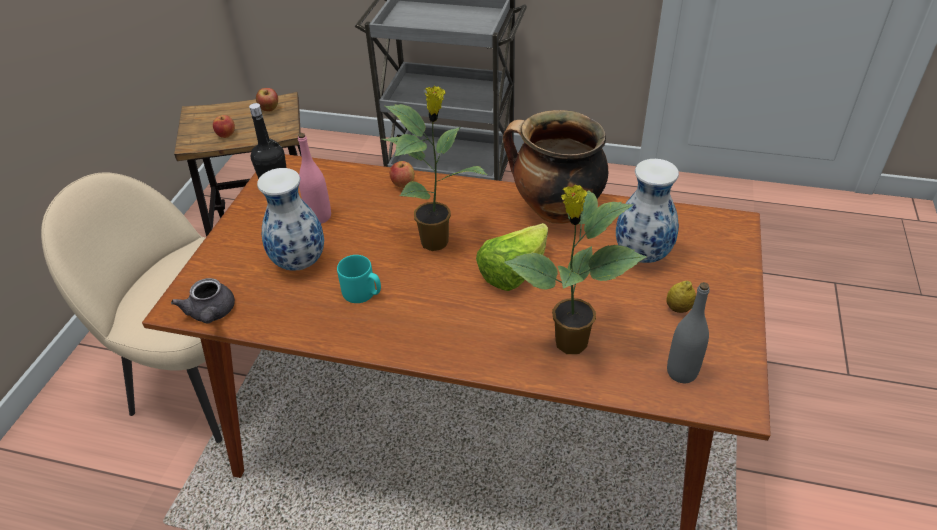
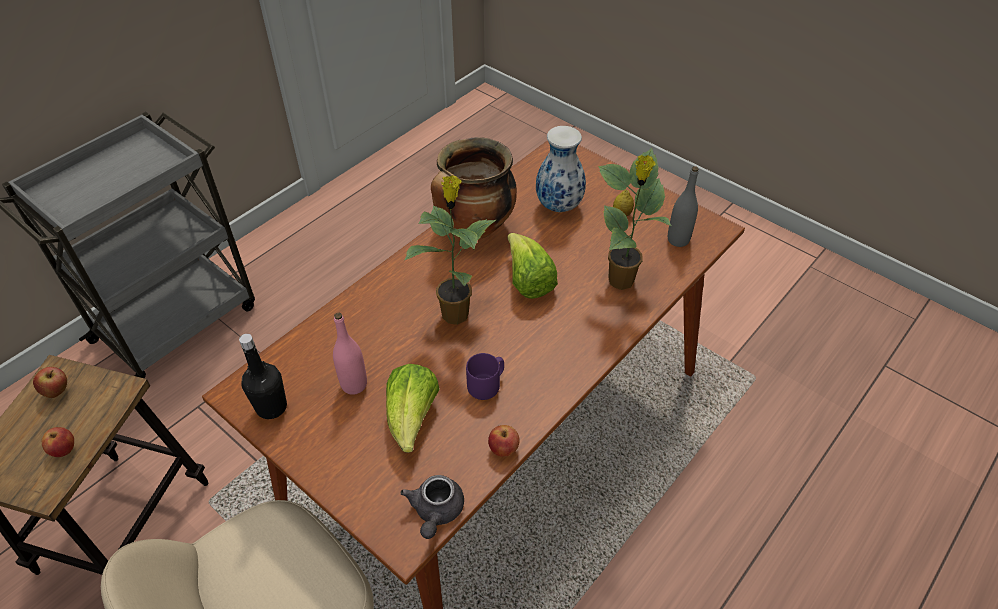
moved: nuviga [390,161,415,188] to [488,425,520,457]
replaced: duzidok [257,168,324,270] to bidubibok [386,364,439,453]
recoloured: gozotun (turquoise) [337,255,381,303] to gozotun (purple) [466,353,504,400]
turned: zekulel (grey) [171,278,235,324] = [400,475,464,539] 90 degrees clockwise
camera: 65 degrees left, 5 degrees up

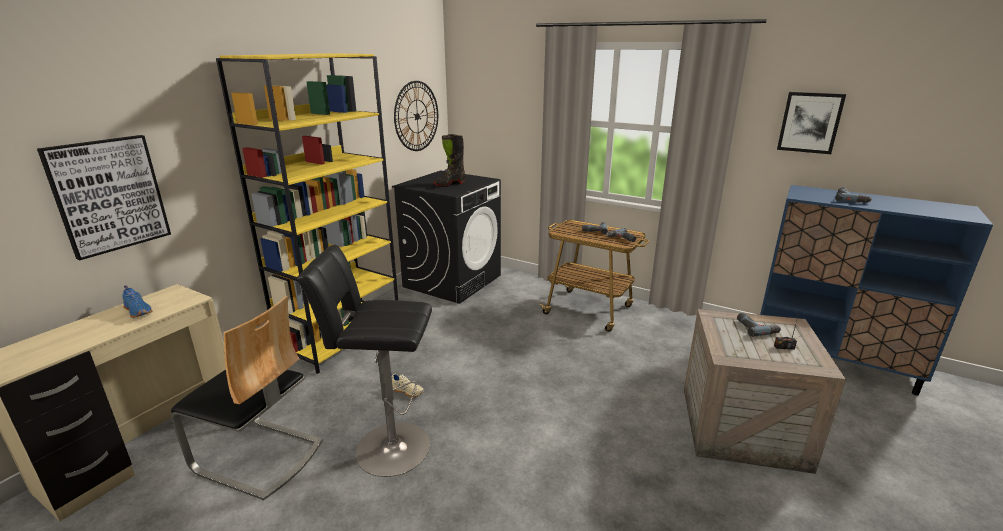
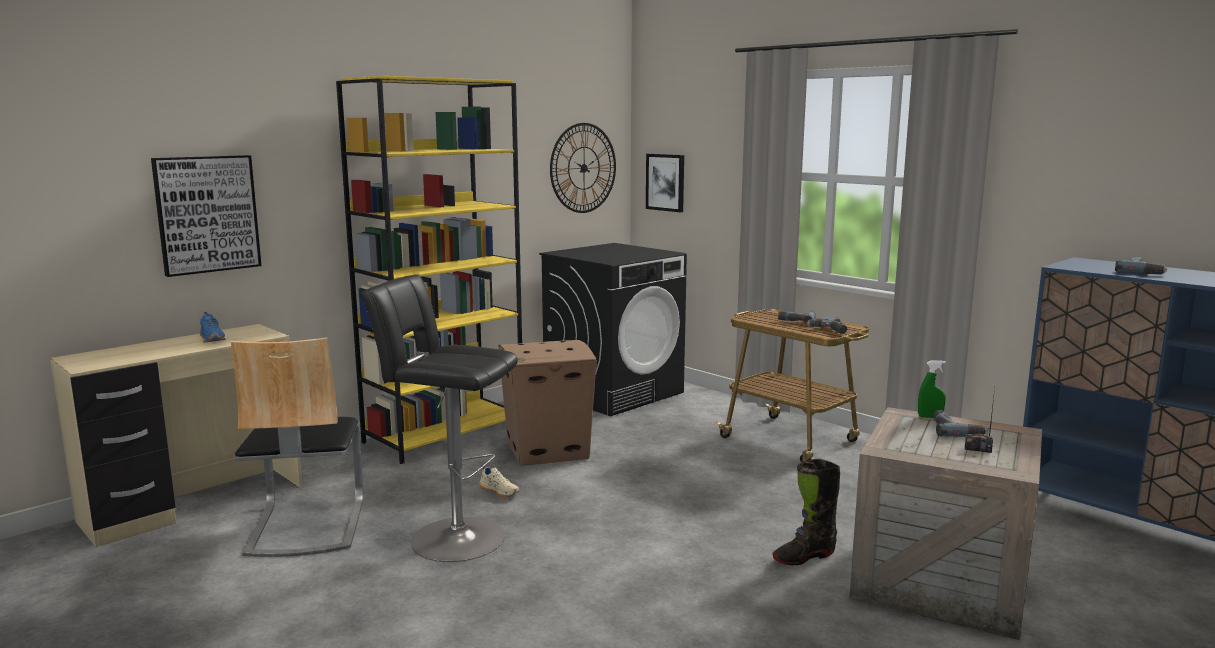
added: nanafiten [498,340,597,466]; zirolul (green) [918,360,946,418]
moved: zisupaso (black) [433,134,465,187] to [772,459,840,565]; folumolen [777,92,846,154] to [646,154,684,212]
turned: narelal [171,296,323,500] = [231,337,363,557] 45 degrees clockwise
camera: 15 degrees right, 10 degrees down

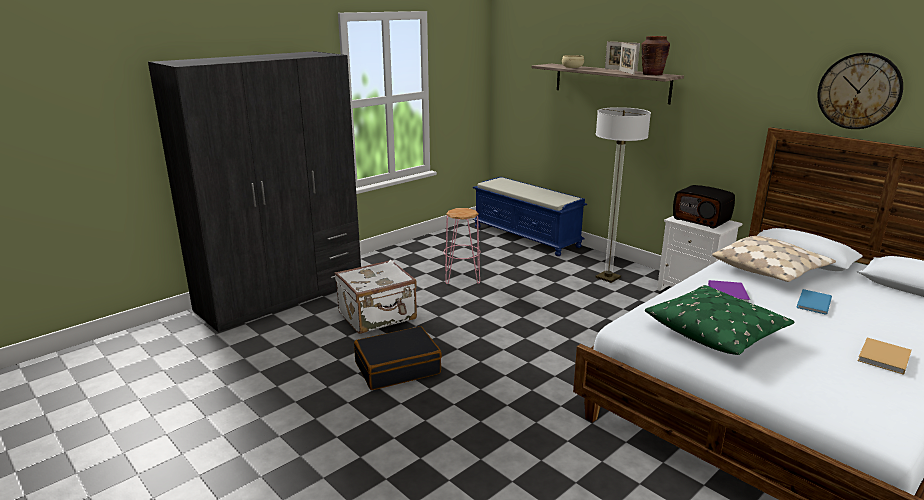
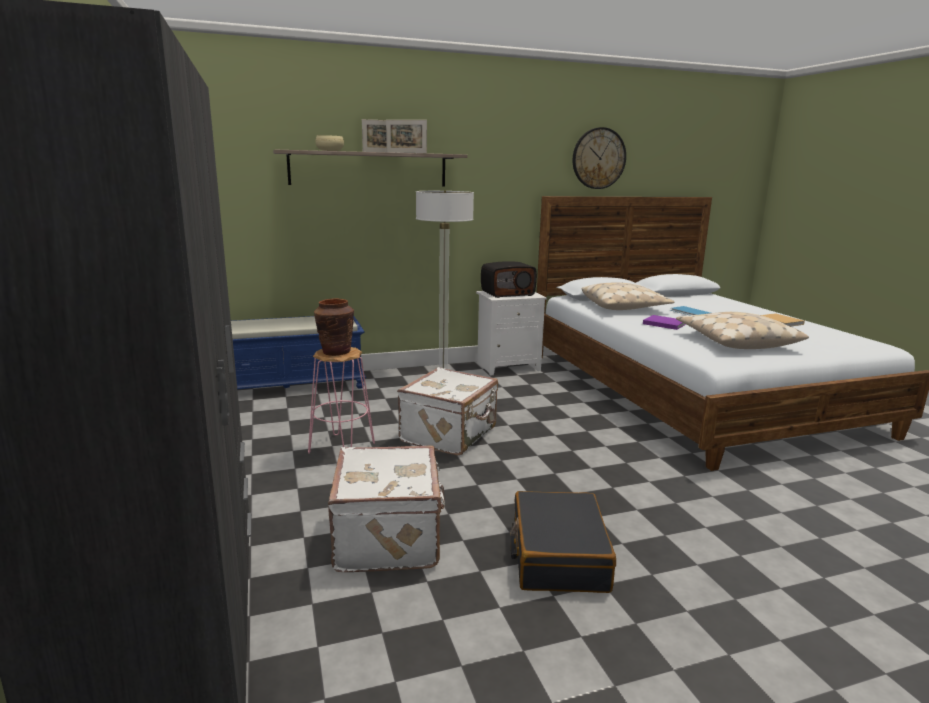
added: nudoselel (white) [397,367,498,456]
moved: duzidok (brown) [641,36,670,75] to [314,299,354,356]
recoloured: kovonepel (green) [645,285,794,355] to kovonepel (beige) [676,312,809,349]
camera: 65 degrees left, 5 degrees down

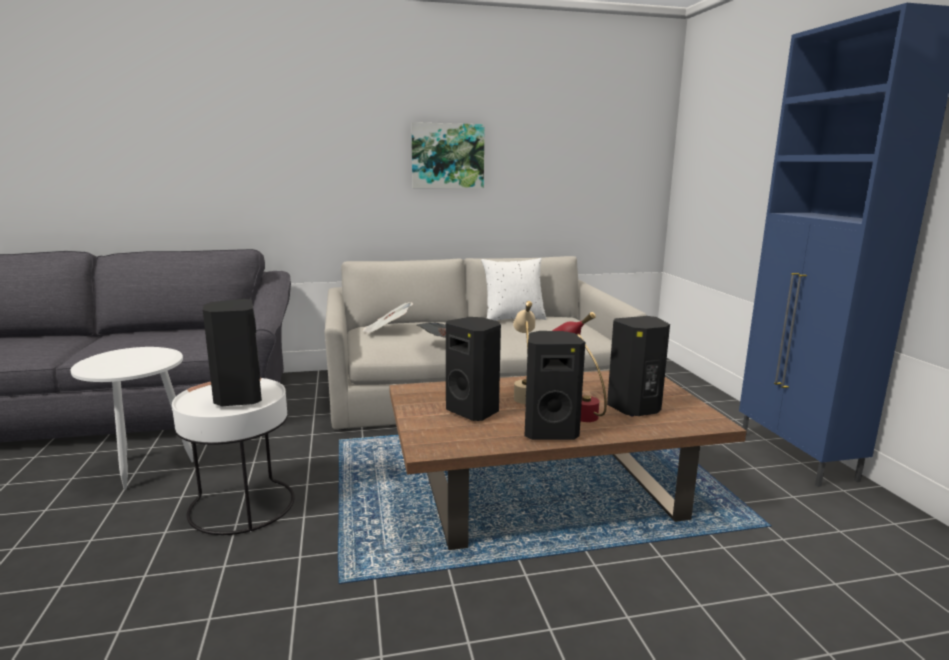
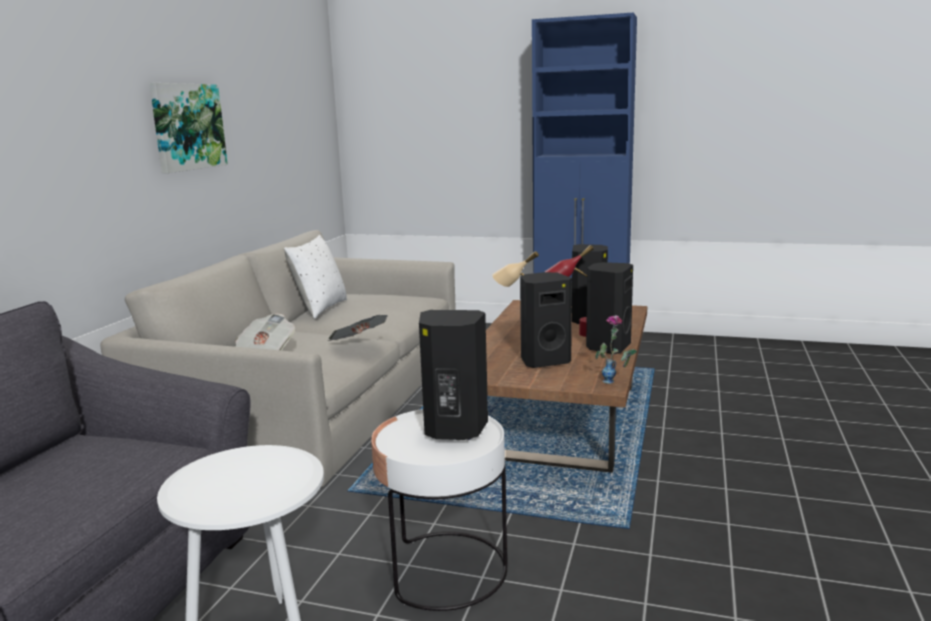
added: duzidok [595,315,637,384]
camera: 60 degrees left, 0 degrees up

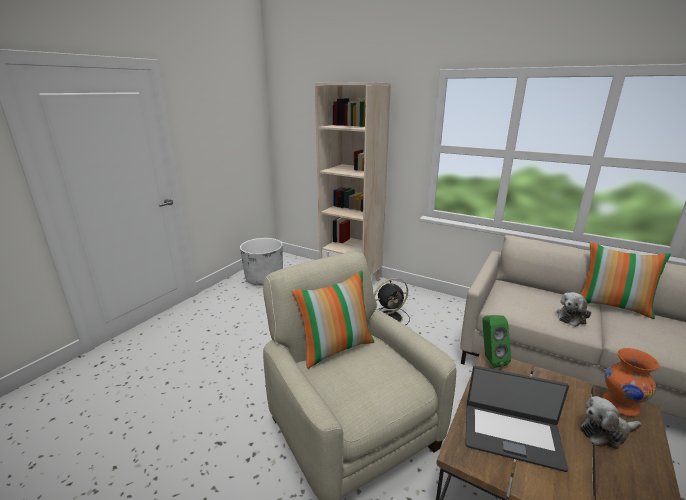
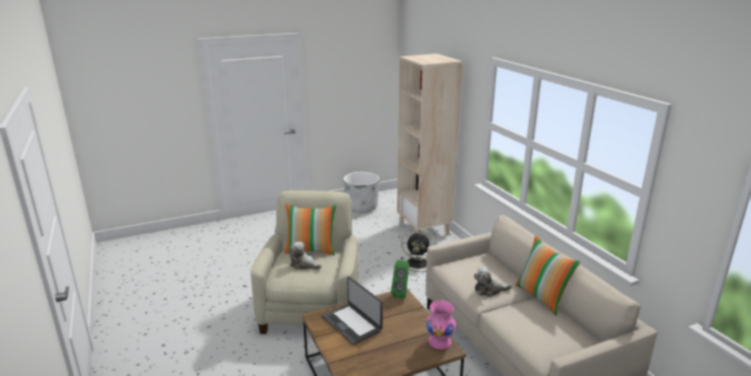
moved: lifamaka [580,396,641,449] to [288,241,321,270]
recoloured: duzidok (orange) [603,348,660,416] to duzidok (pink) [426,300,456,349]
camera: 35 degrees right, 0 degrees up

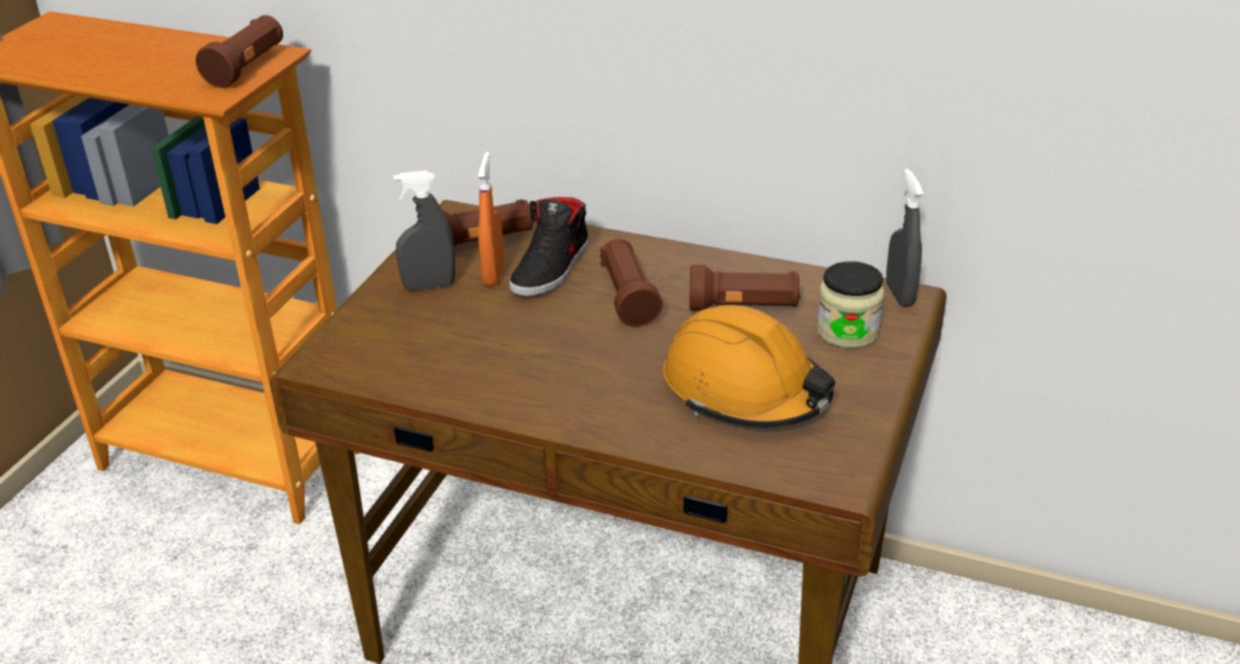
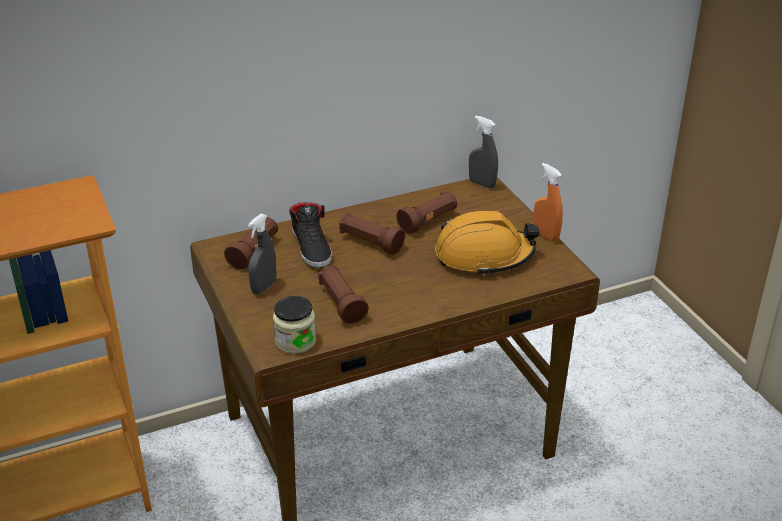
moved: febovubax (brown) [196,15,283,88] to [318,265,369,324]; zirolul (orange) [478,152,504,286] to [533,163,563,242]; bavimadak [817,261,885,348] to [273,296,316,354]
camera: 45 degrees left, 0 degrees up

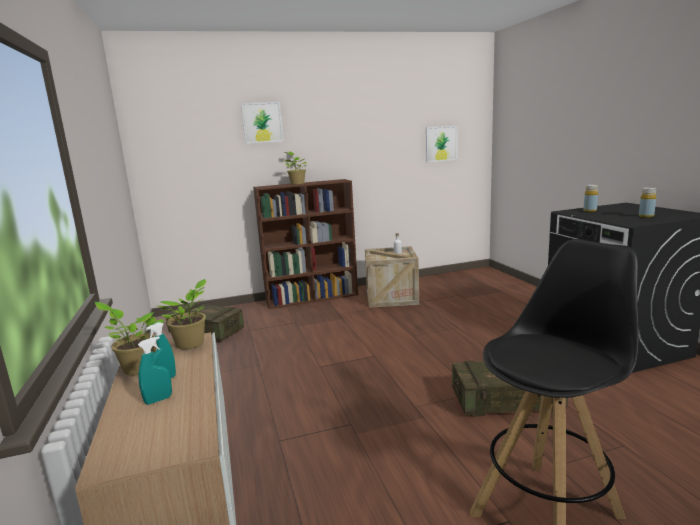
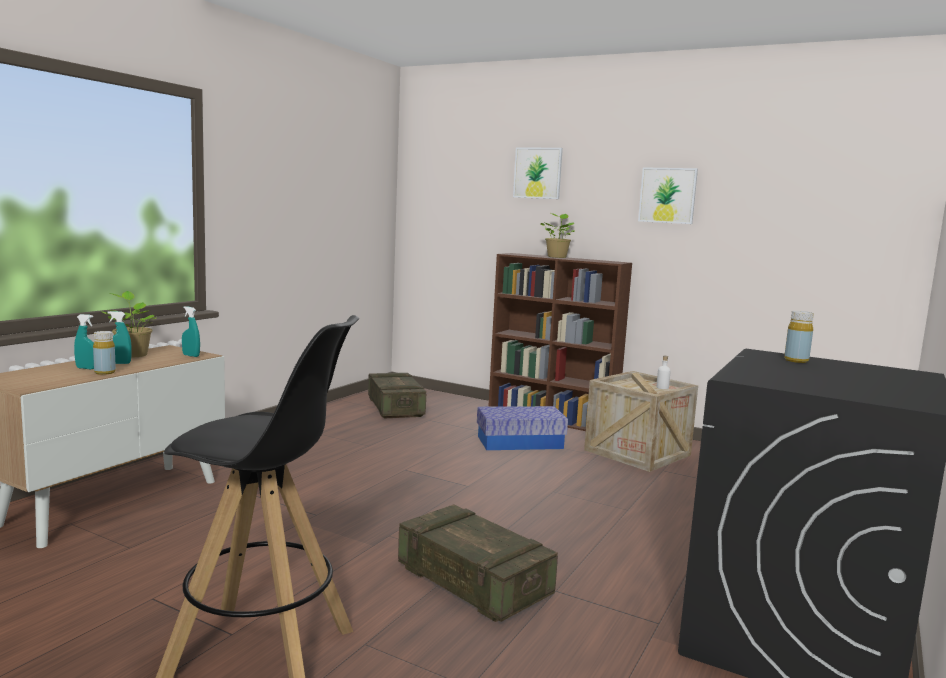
added: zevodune [477,406,568,450]
moved: folumolen [426,126,457,162] to [638,167,698,224]; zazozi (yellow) [639,187,656,218] to [93,331,116,375]
replaced: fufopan [158,279,206,349] to zirolul (turquoise) [182,306,200,357]
camera: 45 degrees right, 5 degrees down

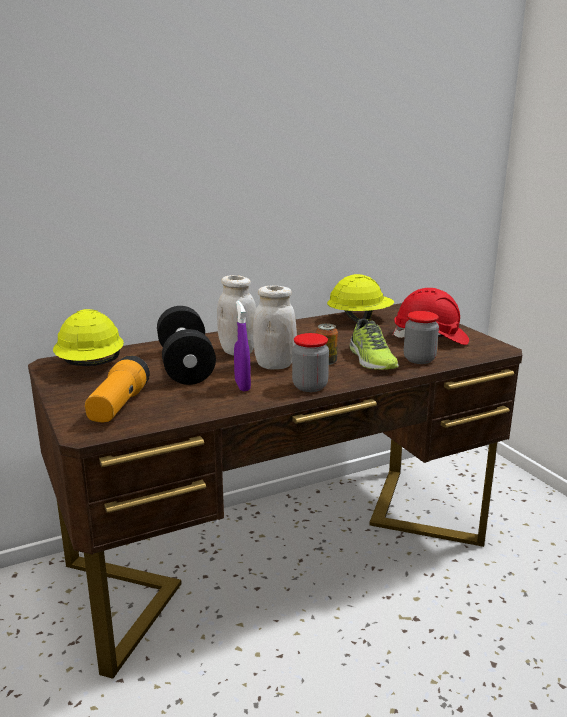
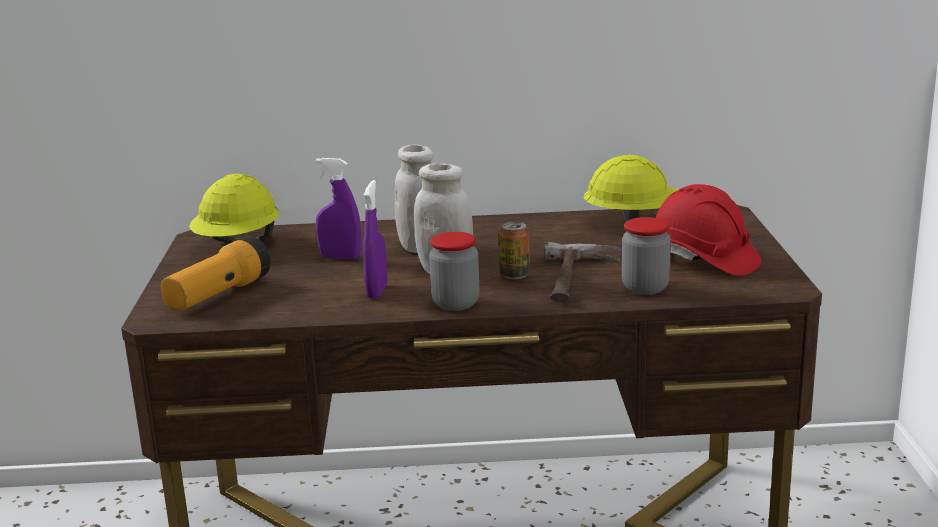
replaced: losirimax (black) [157,306,216,385] to zirolul (purple) [316,158,361,259]; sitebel [350,319,399,370] to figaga [545,242,621,302]
camera: 25 degrees right, 0 degrees up

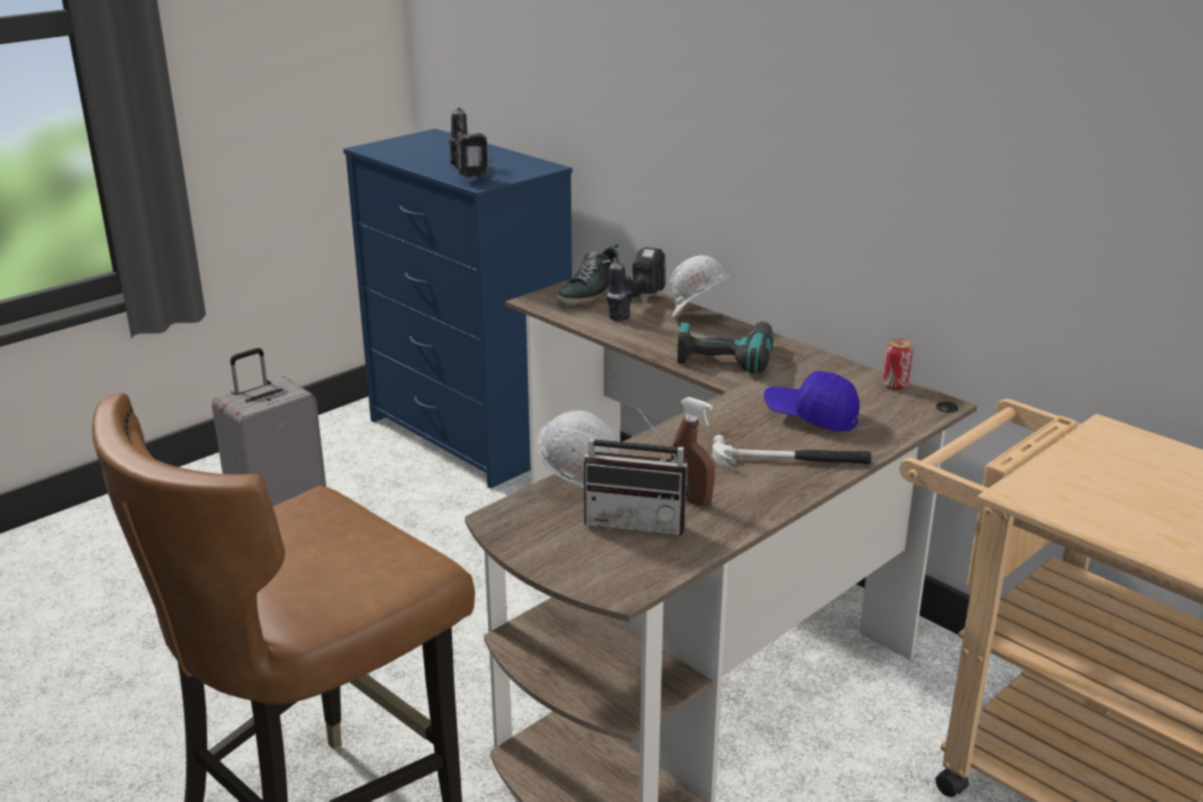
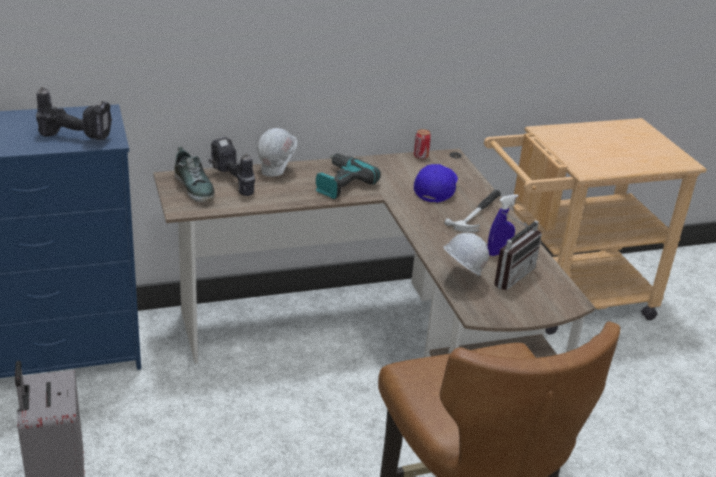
recoloured: zirolul (brown) [671,397,715,506] to zirolul (blue) [487,194,518,256]
turned: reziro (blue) [764,371,860,431] = [414,164,458,203] 150 degrees clockwise
camera: 65 degrees left, 5 degrees up

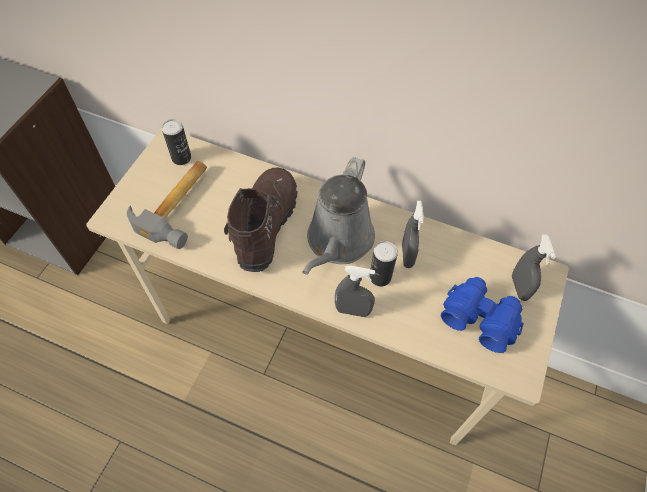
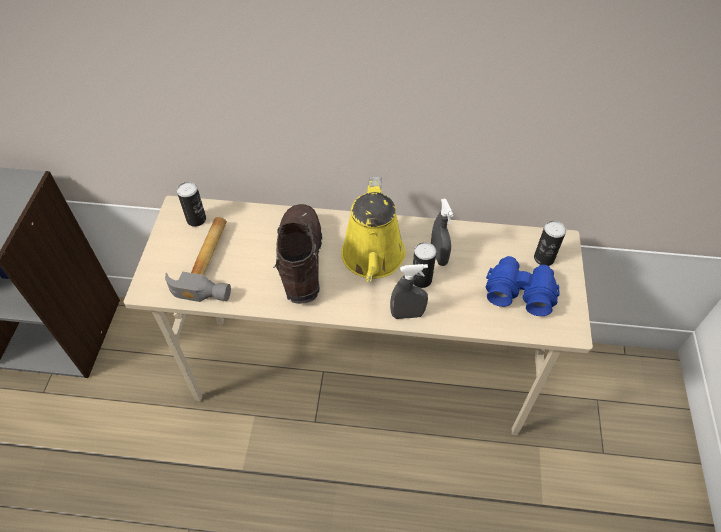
replaced: zirolul (grey) [512,234,556,301] to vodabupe [534,221,566,266]
recoloured: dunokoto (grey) [302,157,375,275] to dunokoto (yellow) [341,177,406,282]
camera: 15 degrees left, 5 degrees down

